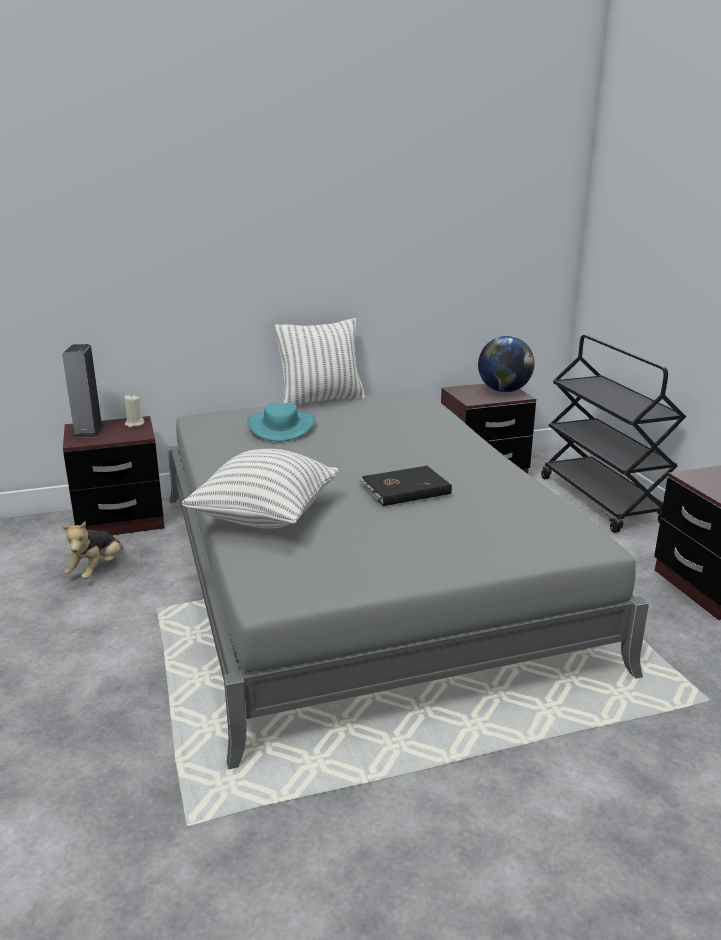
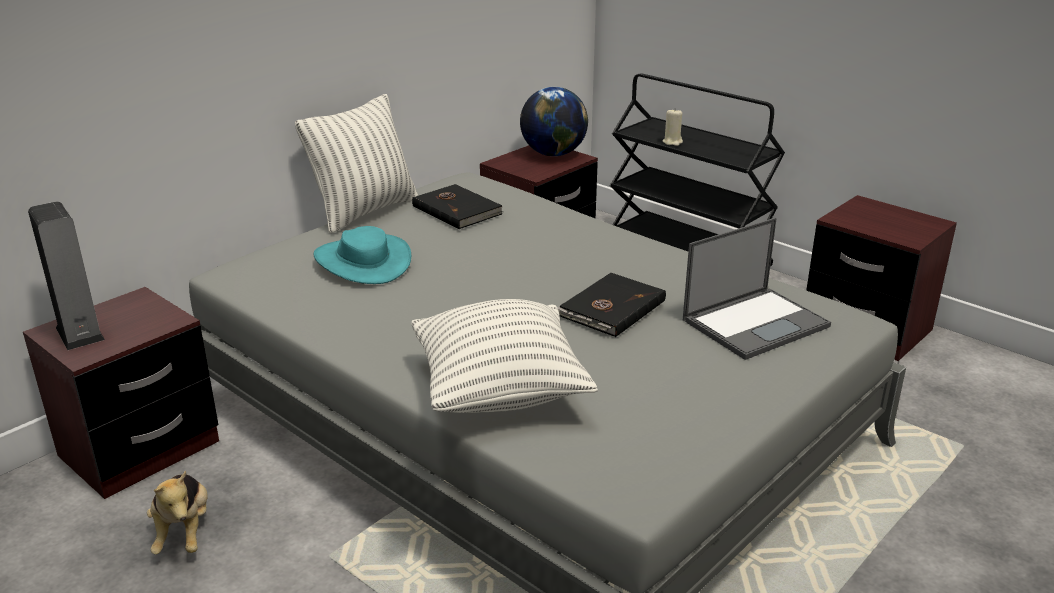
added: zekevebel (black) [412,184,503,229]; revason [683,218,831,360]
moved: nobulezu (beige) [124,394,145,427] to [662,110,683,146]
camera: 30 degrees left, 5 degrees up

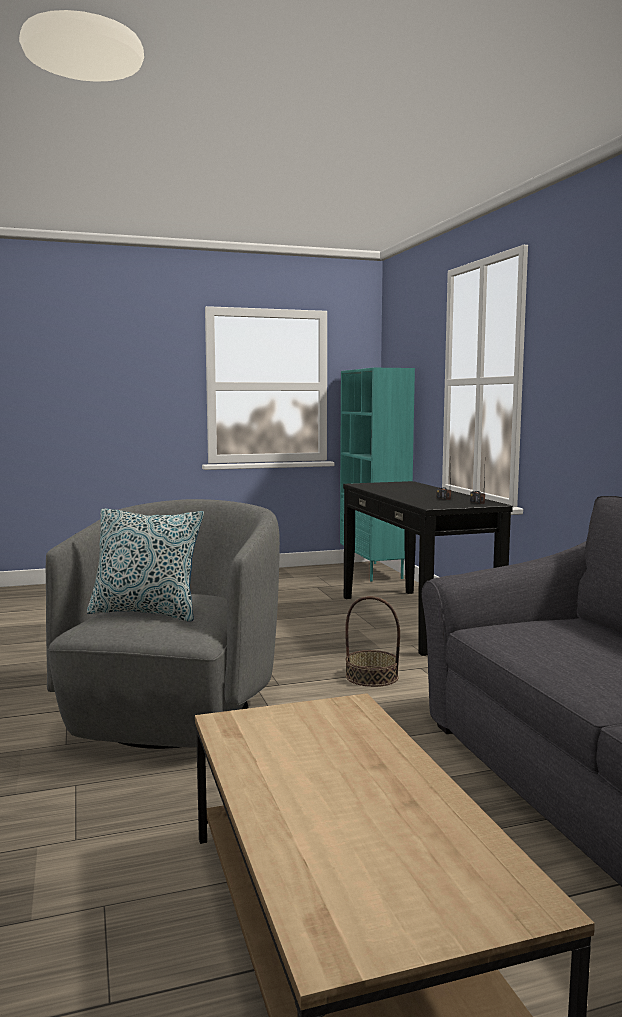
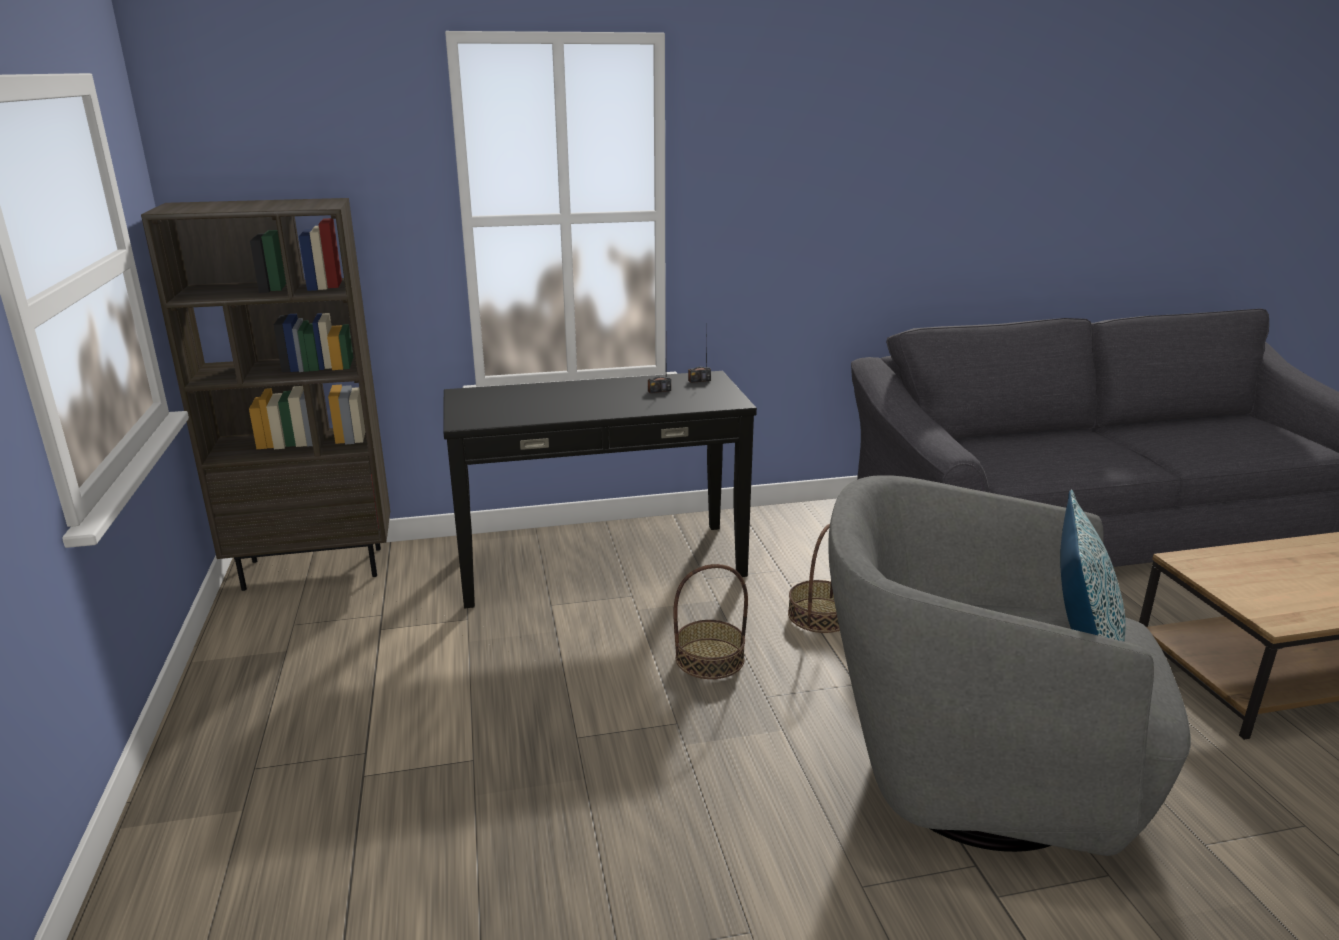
added: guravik [673,564,748,679]
recoloured: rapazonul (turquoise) [340,368,415,581] to rapazonul (brown) [141,198,390,591]
camera: 85 degrees left, 15 degrees up

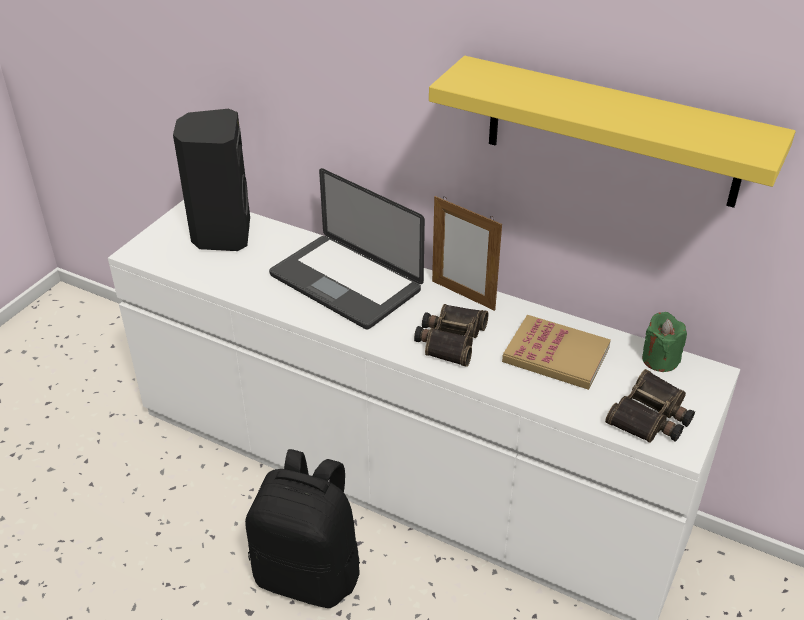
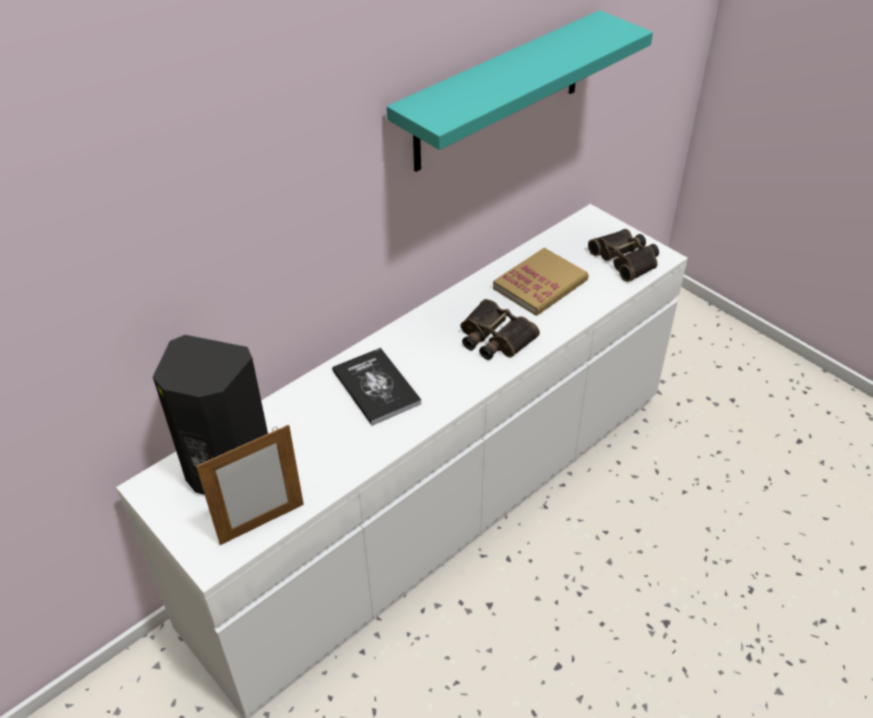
removed: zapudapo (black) [245,449,360,608]; nobulezu (green) [642,312,687,372]
moved: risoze [432,196,502,311] to [196,425,304,545]
replaced: revason [269,168,425,329] to zekevebel [332,348,421,426]
recoloured: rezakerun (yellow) [429,56,796,208] to rezakerun (turquoise) [387,10,653,172]
camera: 70 degrees left, 5 degrees up

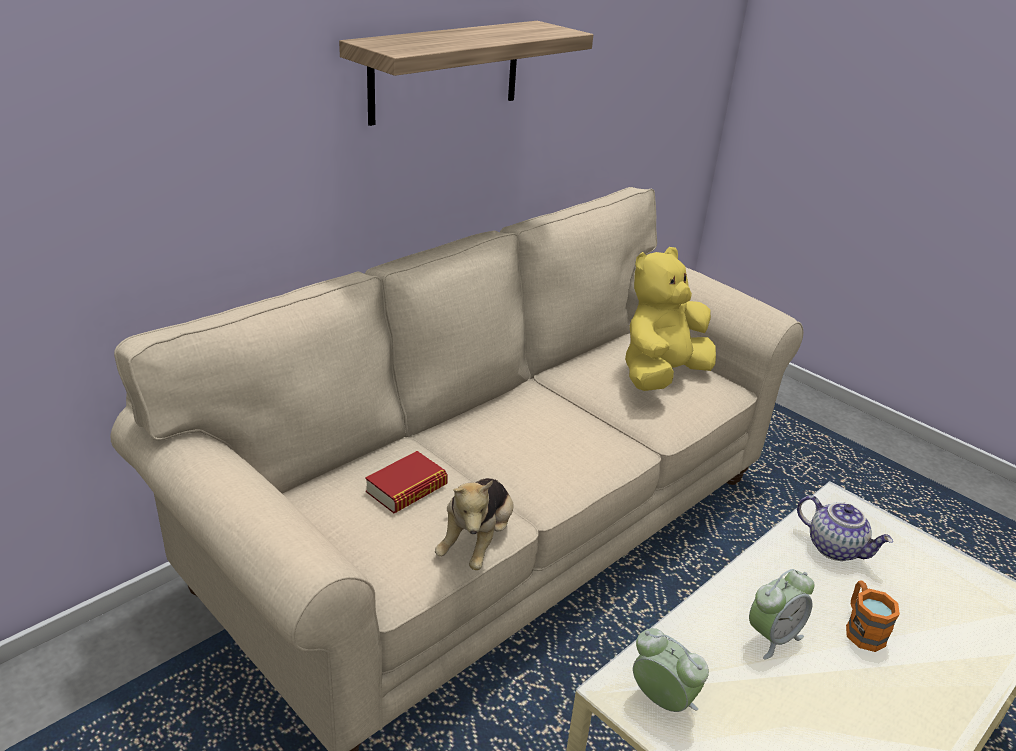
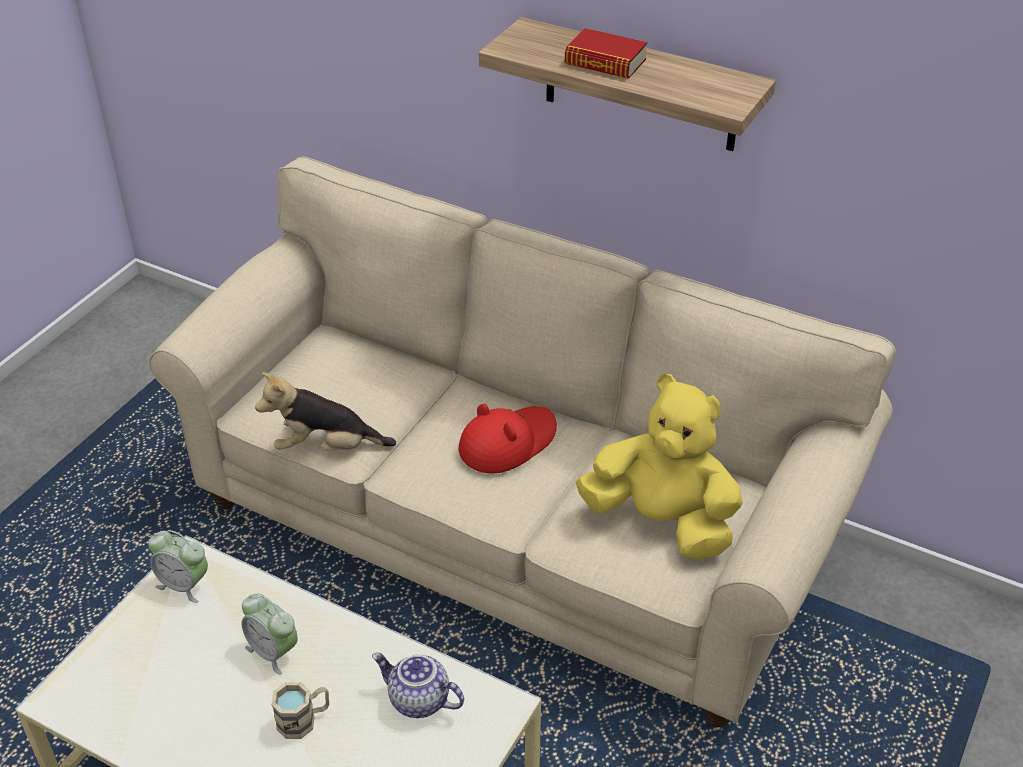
added: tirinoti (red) [459,404,557,474]
moved: zekevebel [365,451,448,513] to [565,28,647,79]
recoloured: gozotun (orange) [846,581,900,652] to gozotun (beige) [271,682,329,739]
turned: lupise [633,628,709,712] = [148,530,208,603] 90 degrees clockwise; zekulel [797,495,893,561] = [372,653,464,718] 90 degrees clockwise
camera: 75 degrees right, 10 degrees up

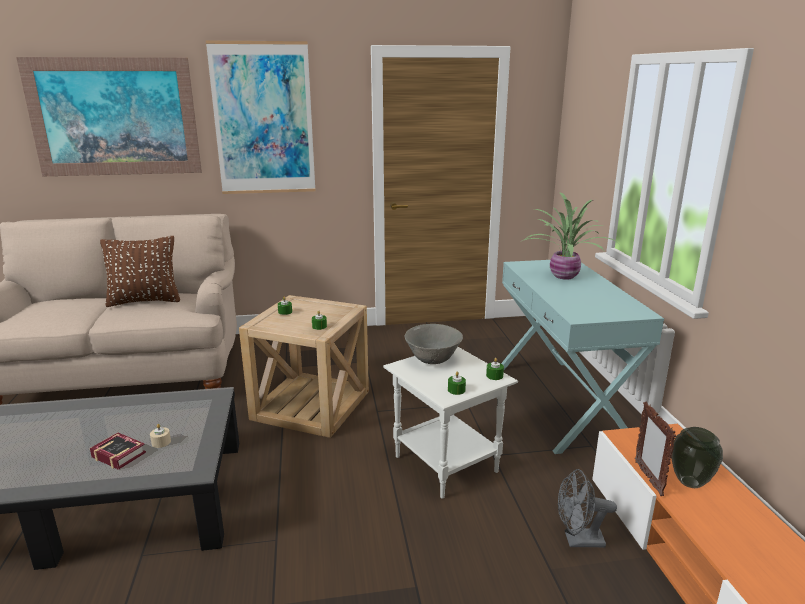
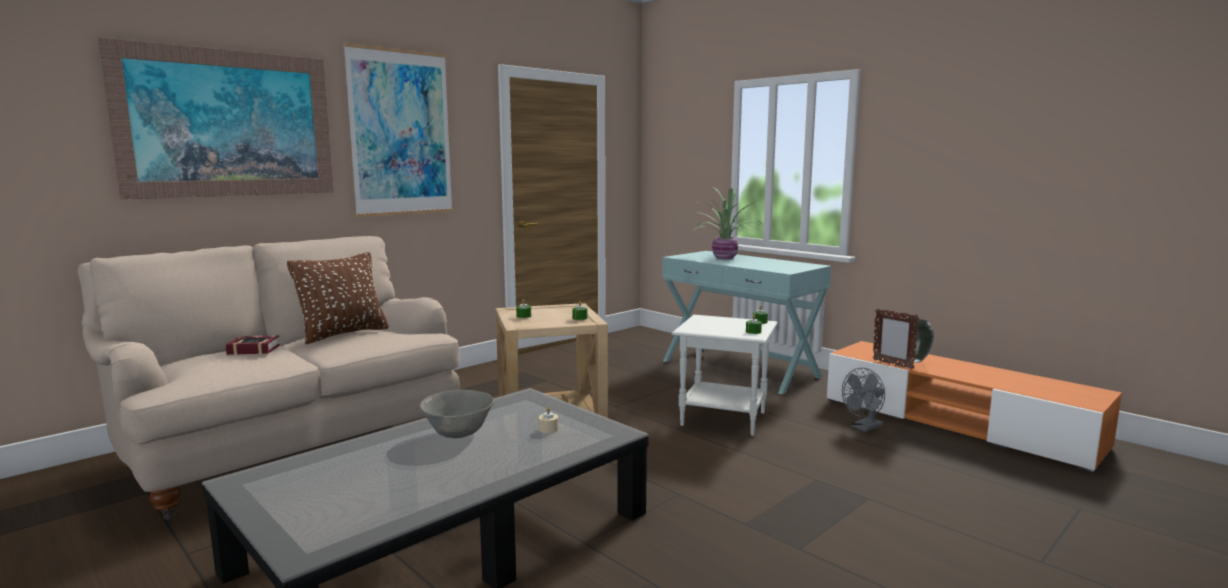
moved: zekevebel [90,433,146,470] to [226,335,280,355]; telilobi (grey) [405,324,463,364] to [420,390,494,438]
camera: 35 degrees left, 10 degrees down

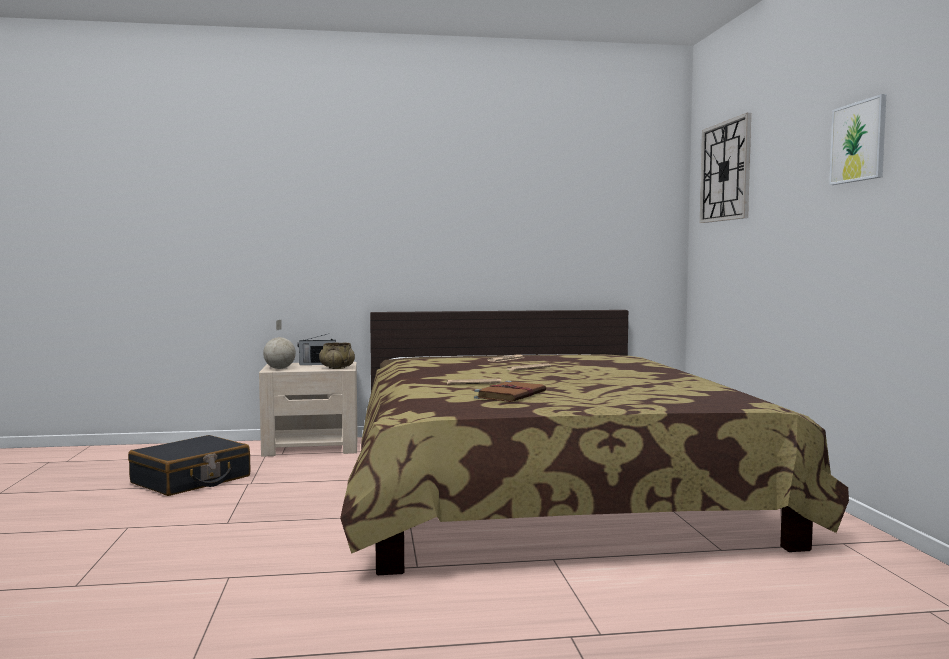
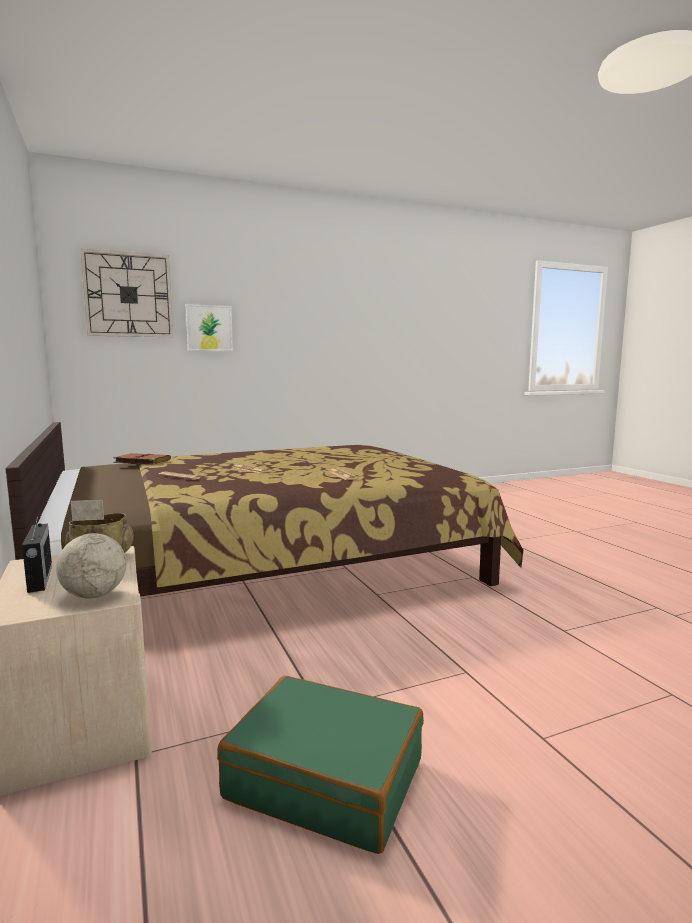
moved: zekevebel (brown) [474,381,546,402] to [113,453,171,465]; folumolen [829,94,886,185] to [186,304,233,351]
recoloured: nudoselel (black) [128,435,251,496] to nudoselel (green) [217,676,424,854]
camera: 105 degrees left, 5 degrees up

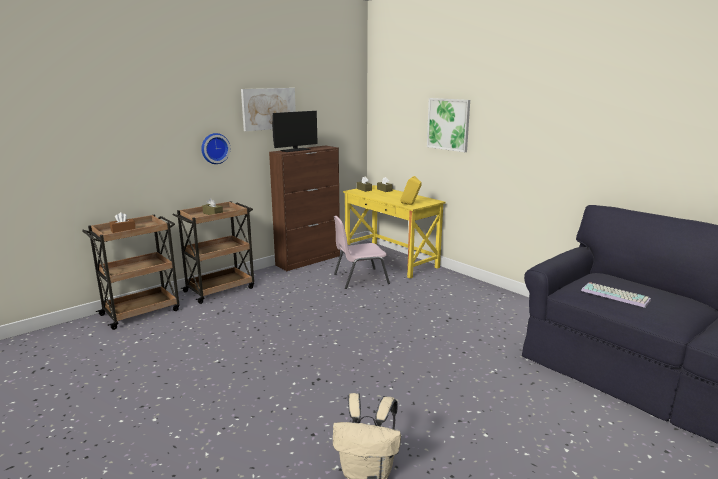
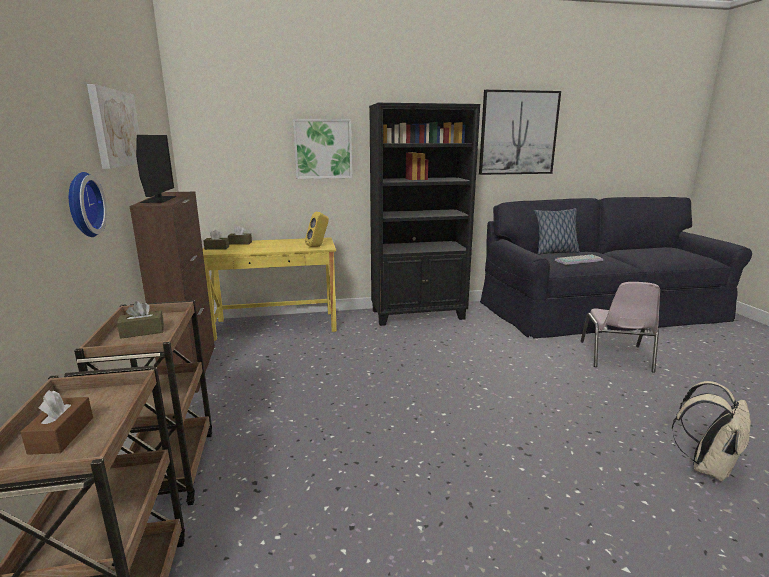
added: rapazonul (black) [369,103,480,326]; folumolen [479,90,561,175]; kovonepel [534,208,580,255]
moved: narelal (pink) [334,216,390,289] to [581,282,660,373]
camera: 60 degrees left, 0 degrees up

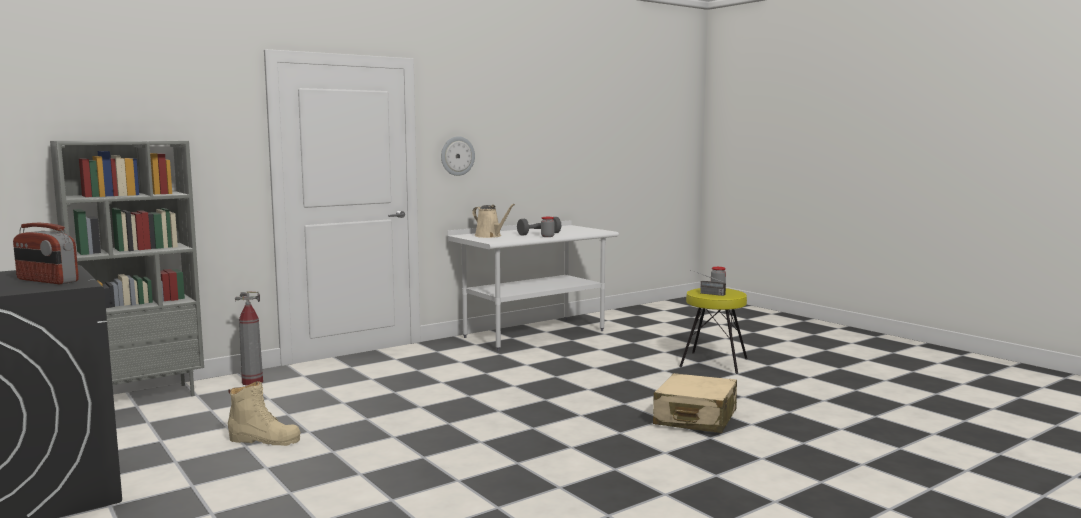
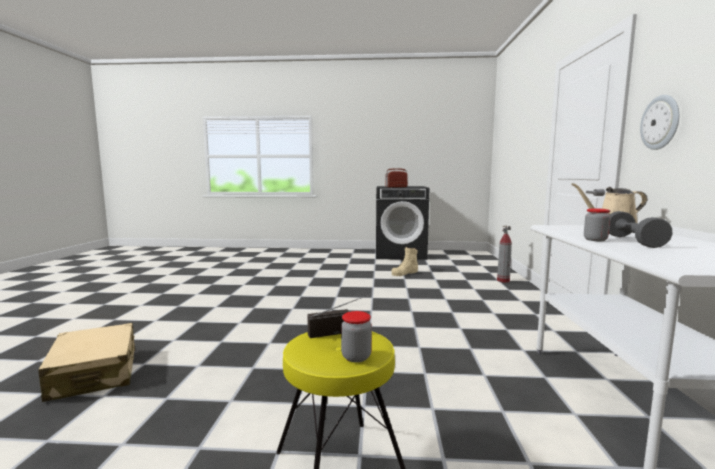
removed: rapazonul (grey) [50,140,204,396]
moved: nudoselel (beige) [653,373,737,433] to [38,323,135,402]
camera: 130 degrees right, 0 degrees up

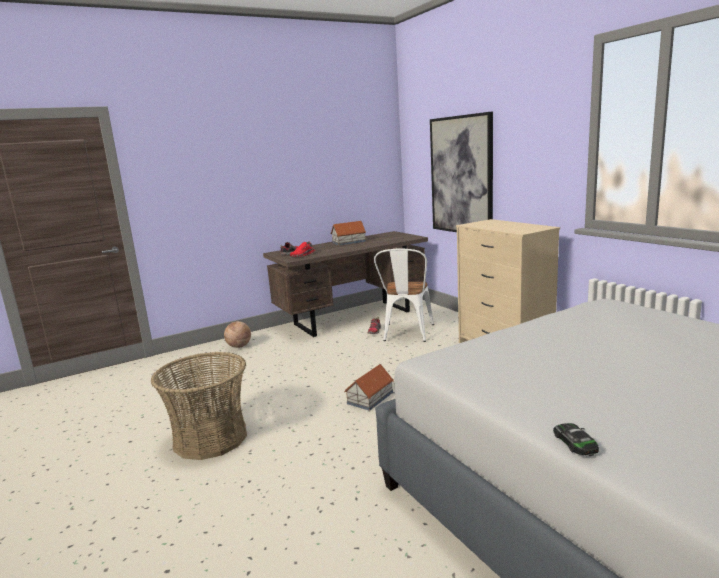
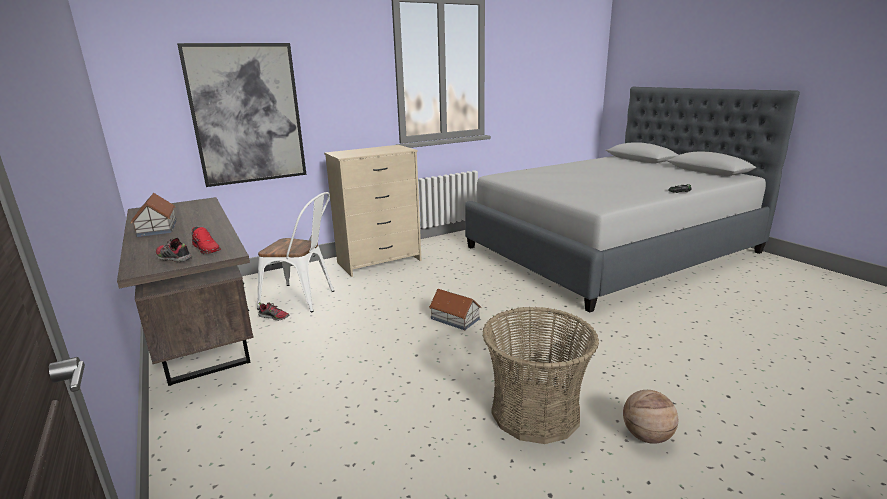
moved: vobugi [224,321,251,348] to [623,390,678,444]
camera: 90 degrees left, 5 degrees up

